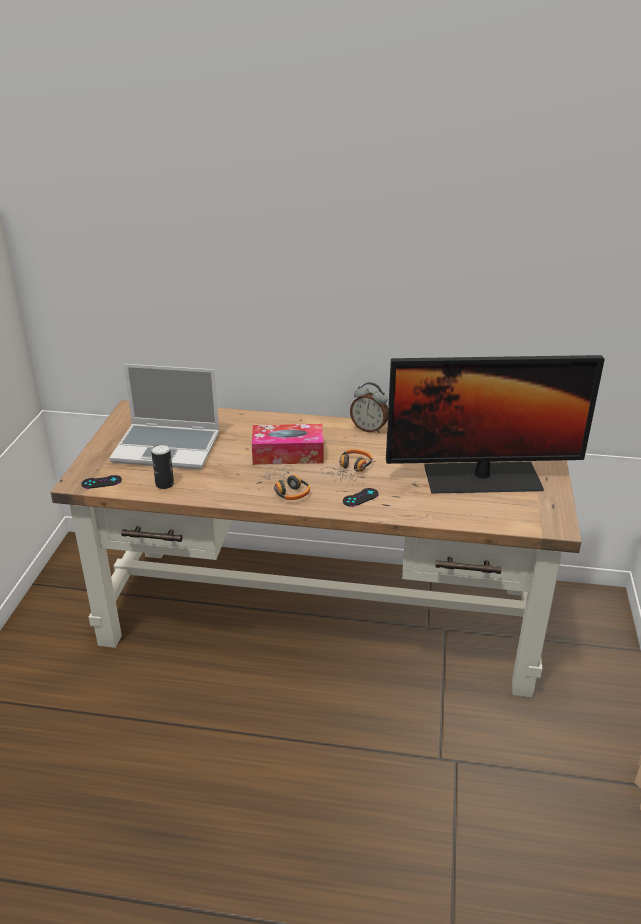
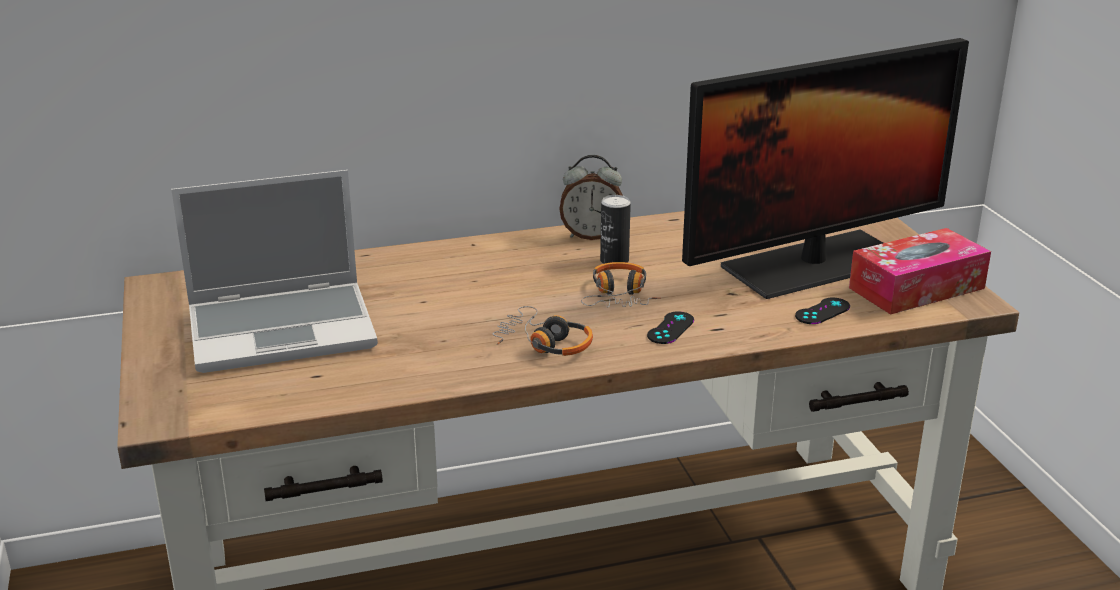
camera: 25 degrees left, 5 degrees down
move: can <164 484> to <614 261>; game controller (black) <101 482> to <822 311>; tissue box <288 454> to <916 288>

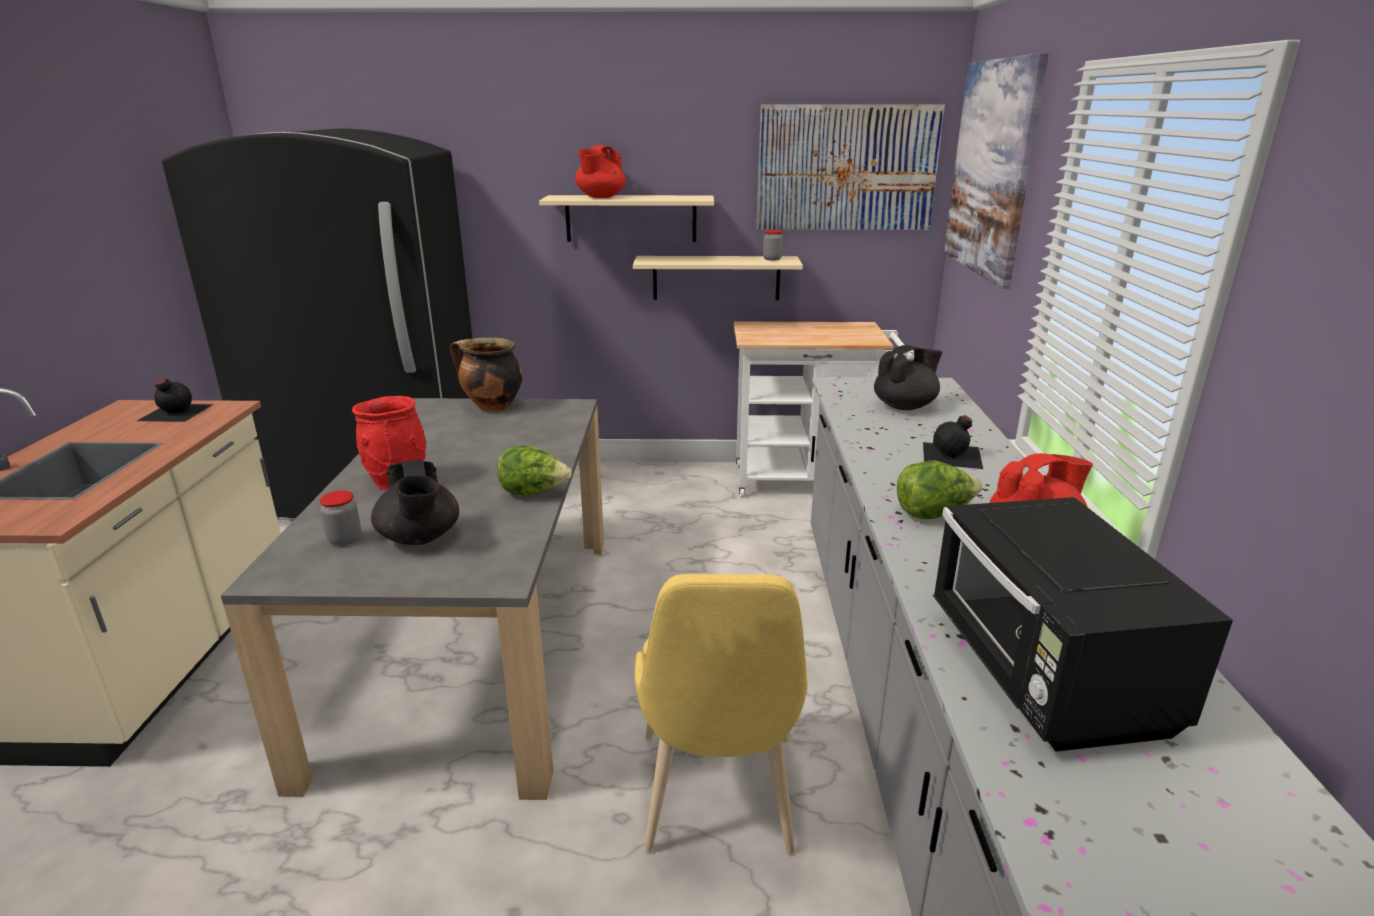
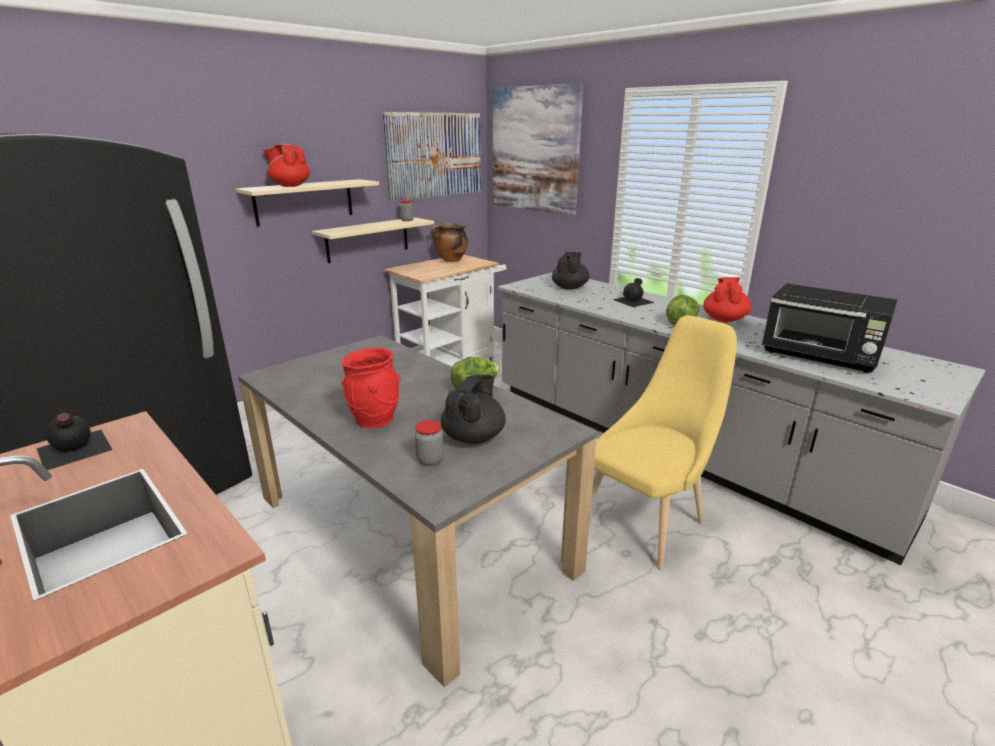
camera: 45 degrees left, 0 degrees up
move: cooking pot <491 407> to <451 260>
rotate: teapot (red) <600 197> = <290 186> 135 degrees clockwise; teapot (black) <420 538> = <474 437> 90 degrees counterclockwise; chair (yellow) <717 803> = <648 520> 90 degrees counterclockwise

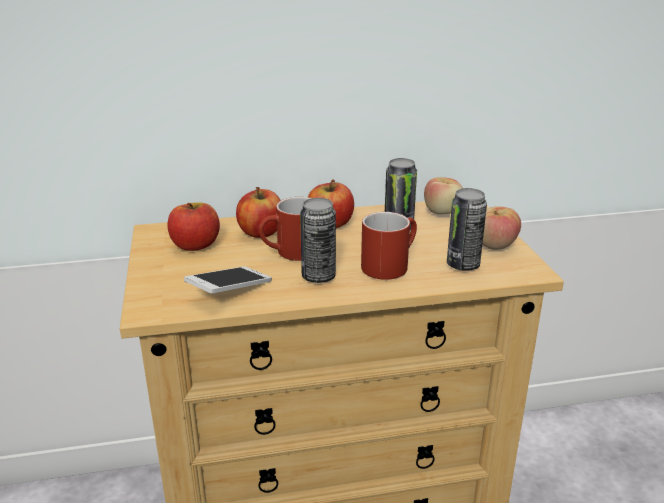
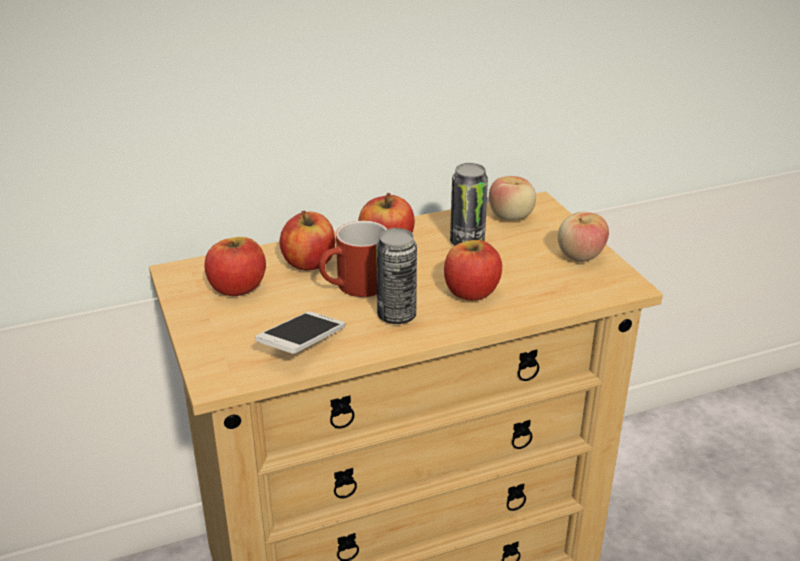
camera: 10 degrees left, 5 degrees up
delete: can <463 265>
replace: mug (red) <389 264> to apple <471 292>

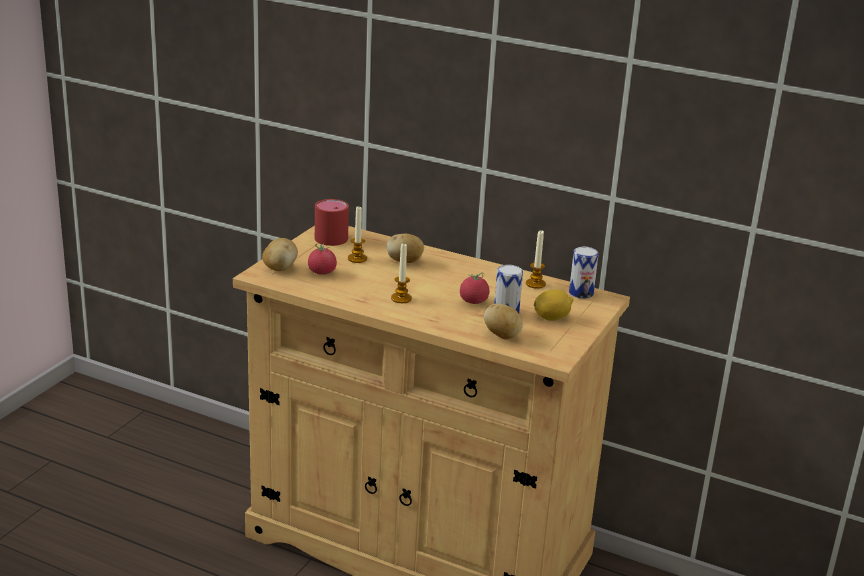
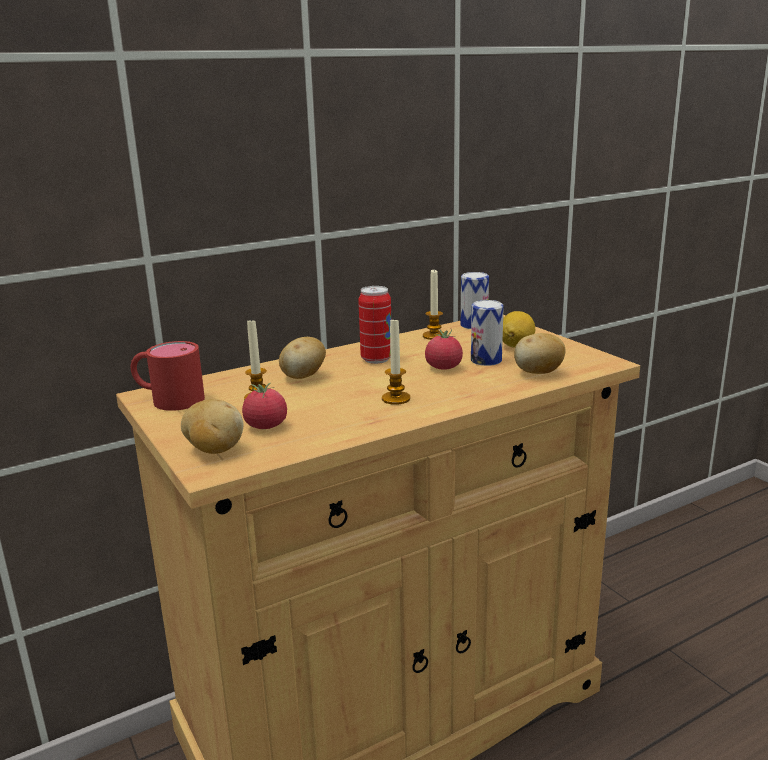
camera: 55 degrees left, 5 degrees down
insert: can <376 359>

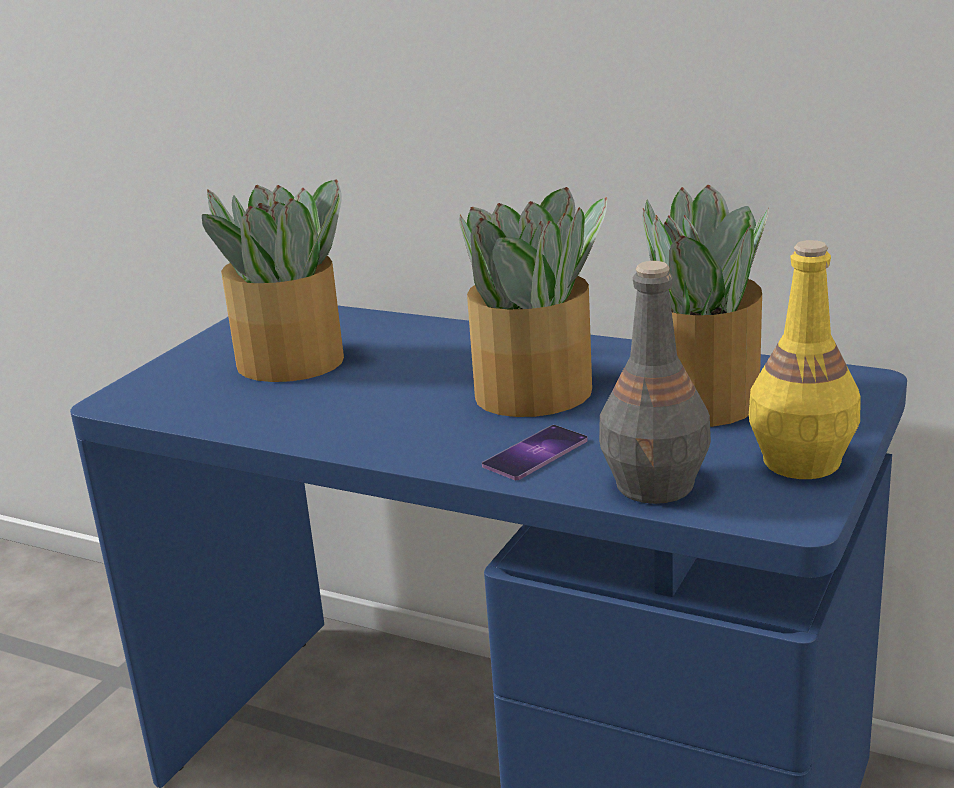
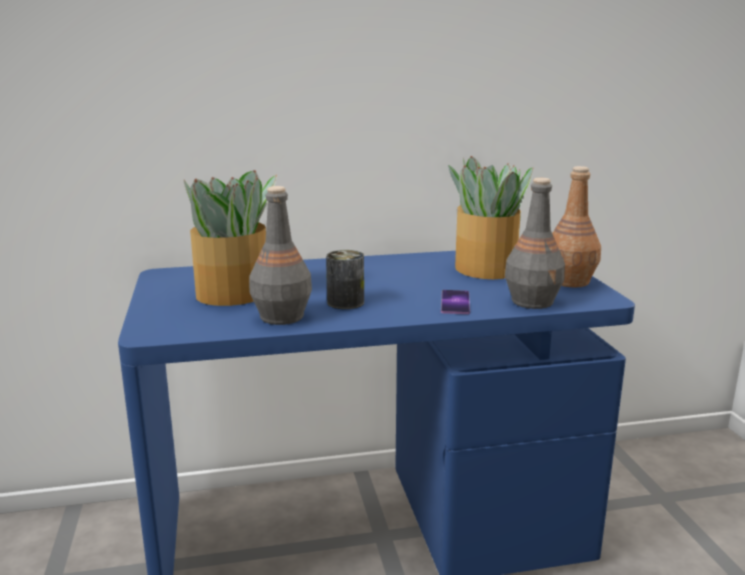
camera: 40 degrees left, 5 degrees down
delete: potted plant <536 393>
insert: bottle (grey) <281 316>; can <345 302>
recolor: bottle (yellow) <800 462> to bottle (brown) <569 281>

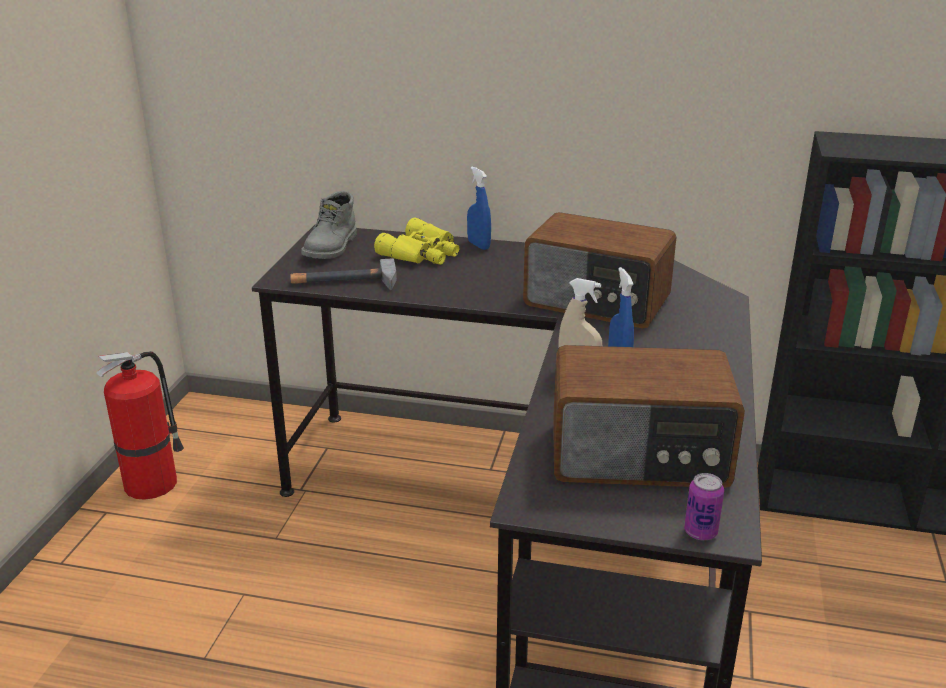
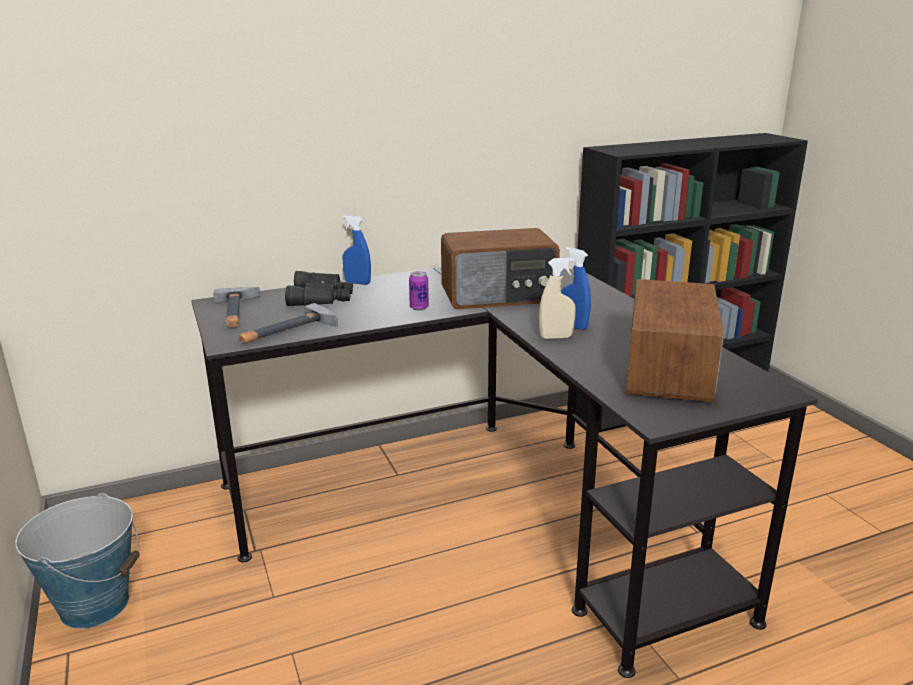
camera: 35 degrees left, 5 degrees down
move: can <700 532> to <419 307>
replace: fire extinguisher <153 482> to bucket <95 604>; boot (grey) <332 247> to hammer <236 311>
recolor: binoculars (yellow) <423 253> to binoculars (black) <322 297>
rotate: radio <639 457> = <670 370> 45 degrees counterclockwise

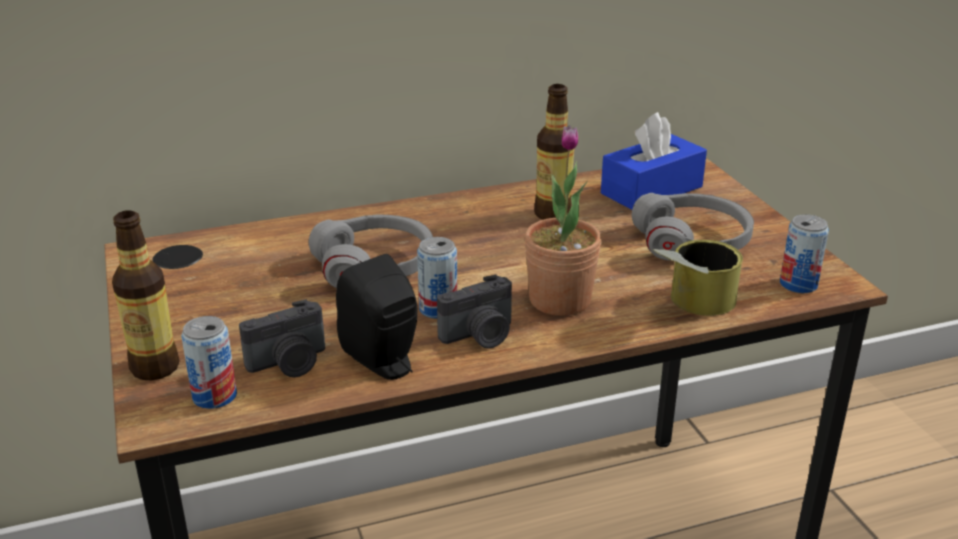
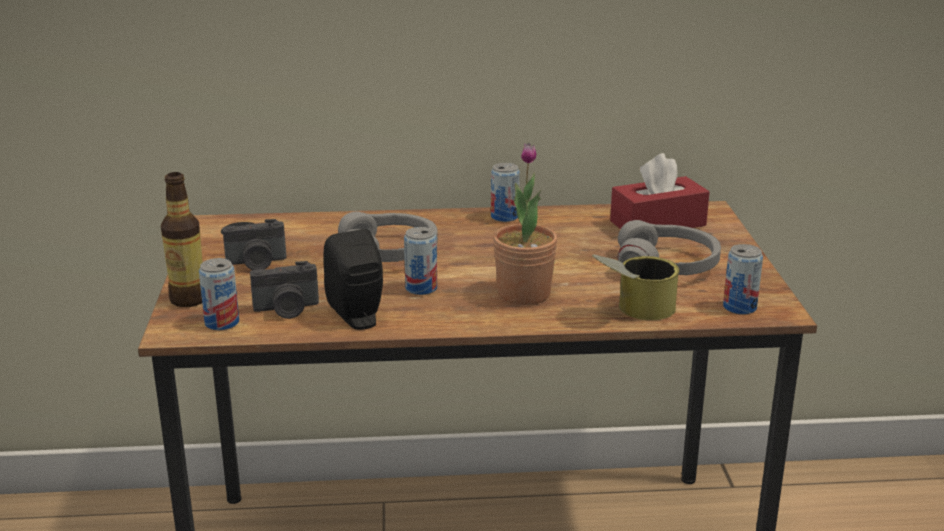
camera: 15 degrees right, 5 degrees down
delete: bottle <552 214>
insert: can <504 217>
move: photo camera <480 336> to <256 263>
recolor: tissue box (blue) <651 190> to tissue box (red) <658 223>

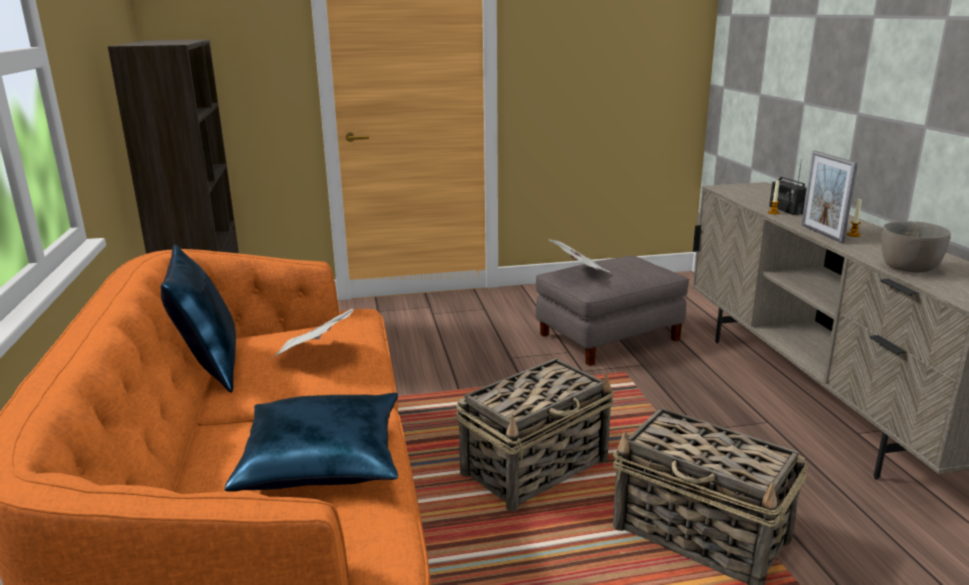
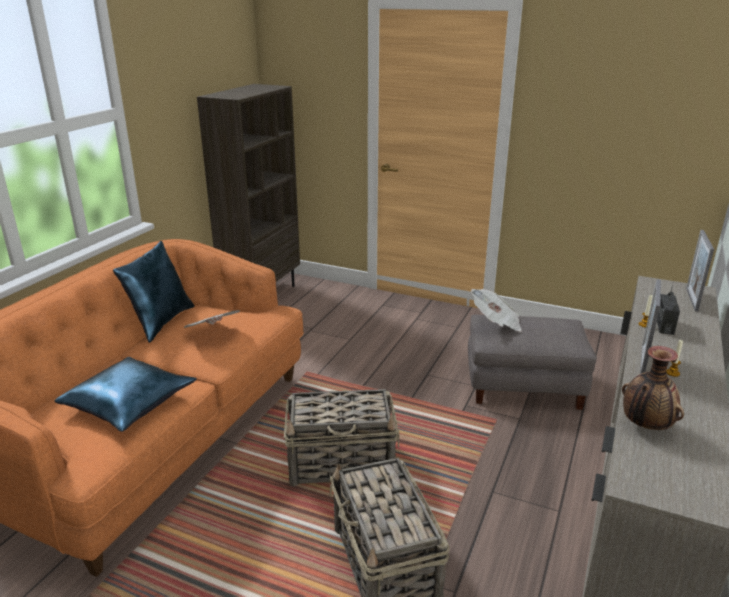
camera: 35 degrees right, 5 degrees up
insert: picture frame <691 299>
replace: bowl (grey) <907 268> to vase <645 425>

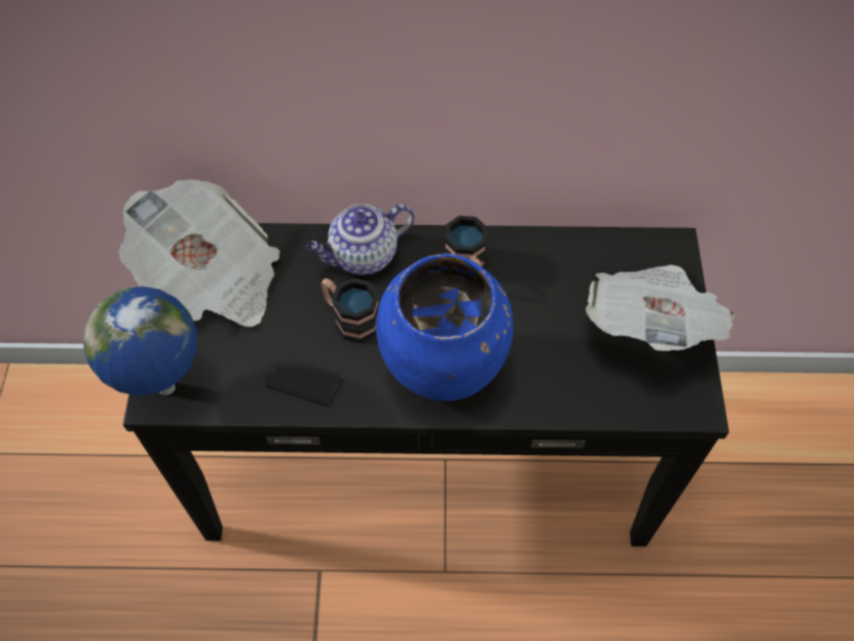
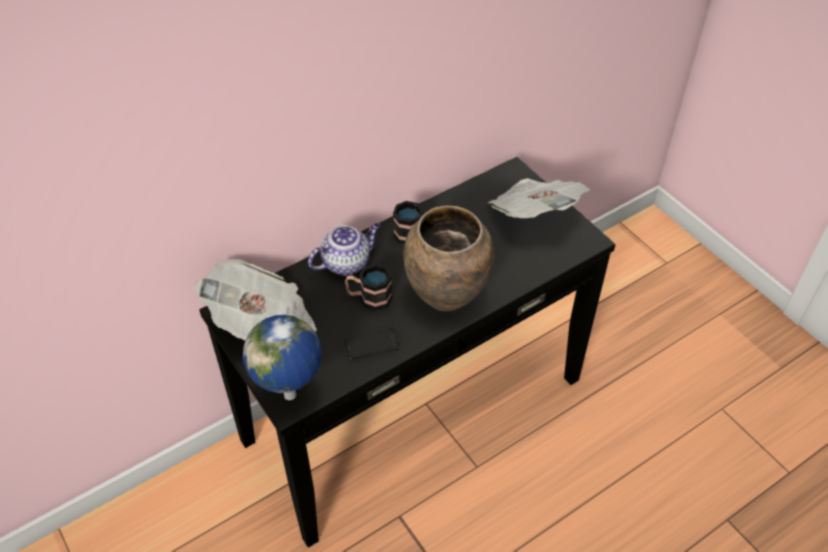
camera: 35 degrees left, 10 degrees down
recolor: vase (blue) <444 370> to vase (brown) <446 295>
rotate: teapot <362 256> = <346 262> 150 degrees counterclockwise

